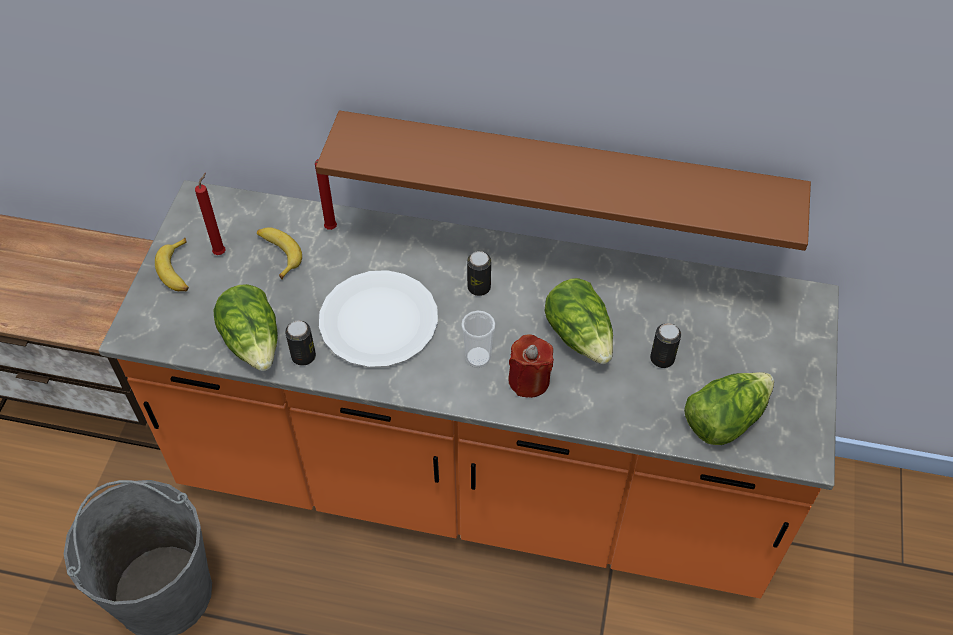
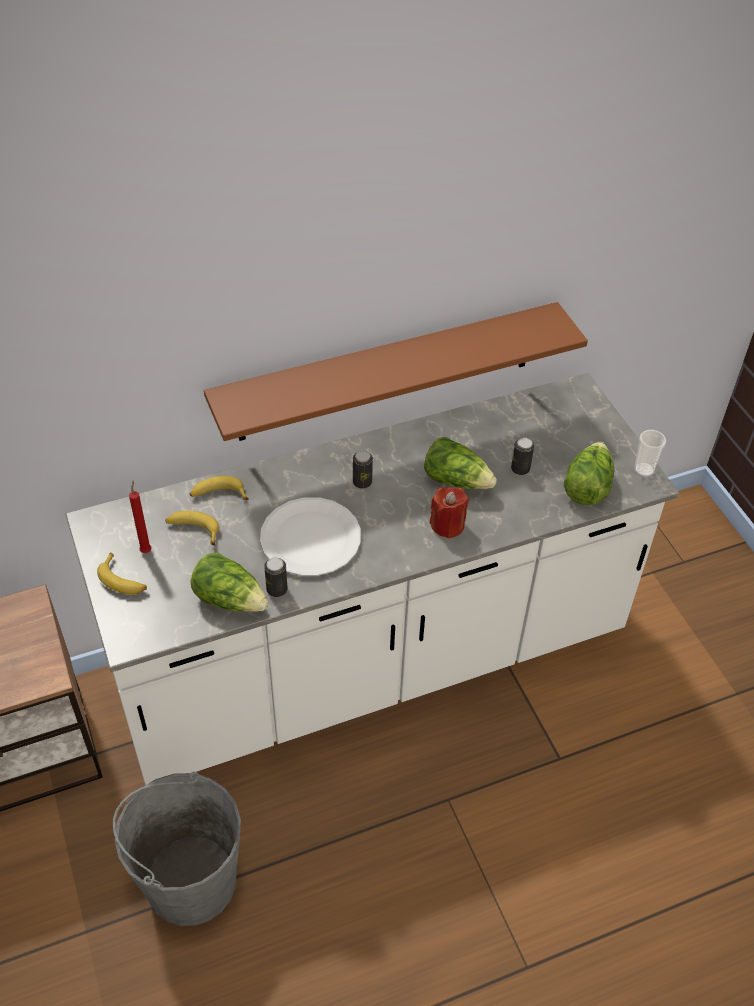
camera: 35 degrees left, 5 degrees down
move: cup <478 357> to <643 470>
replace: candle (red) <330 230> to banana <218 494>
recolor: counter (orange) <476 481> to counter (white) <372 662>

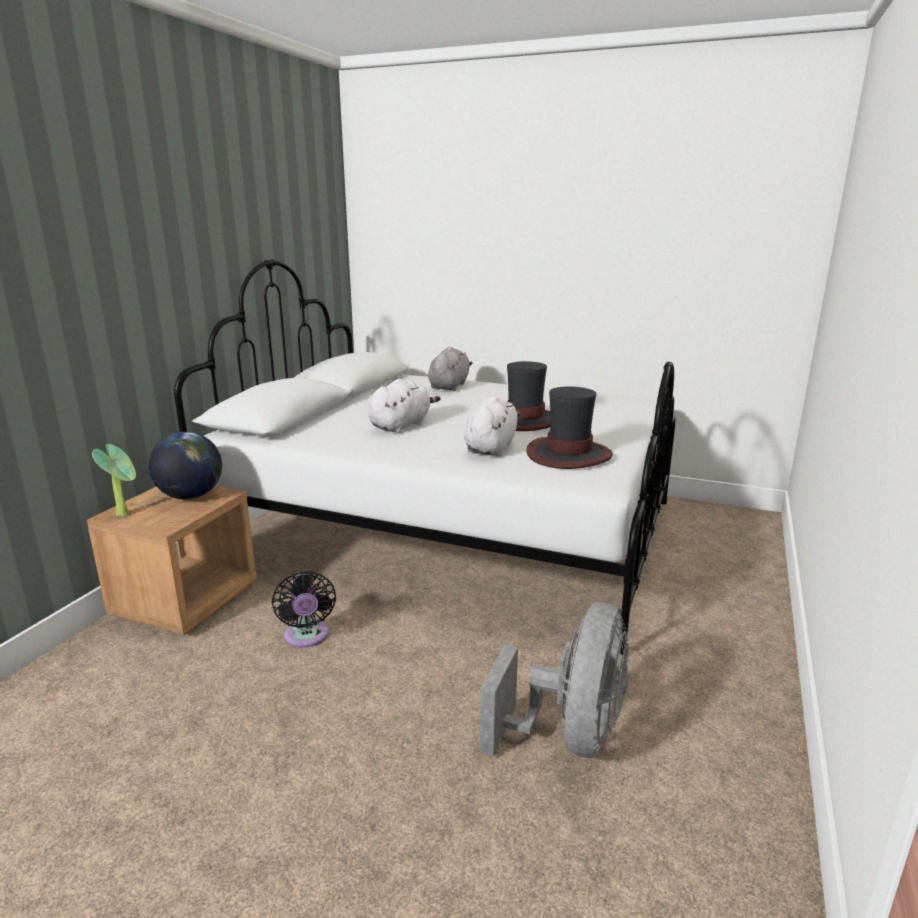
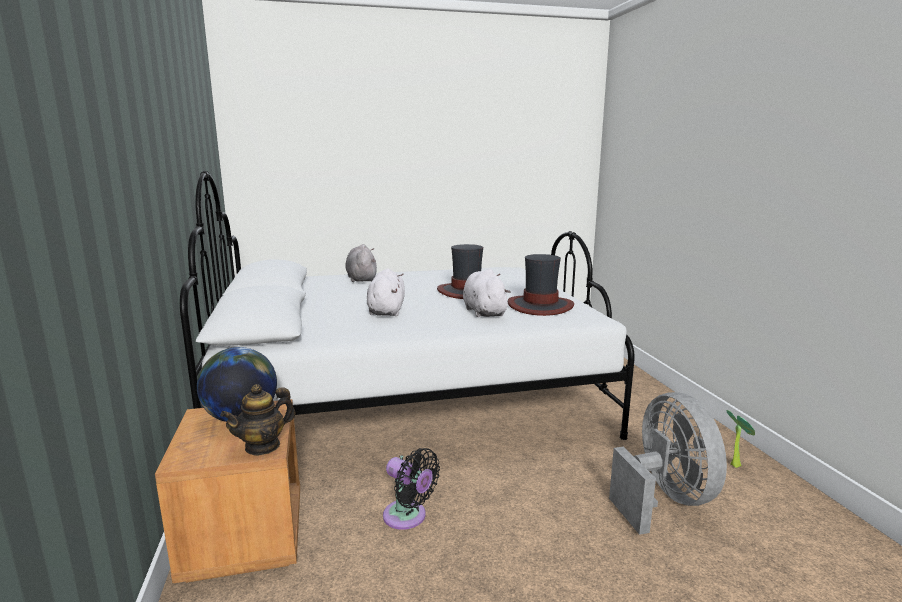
camera: 35 degrees left, 5 degrees down
insert: teapot <263 446>
move: potted plant <125 514> to <735 464>

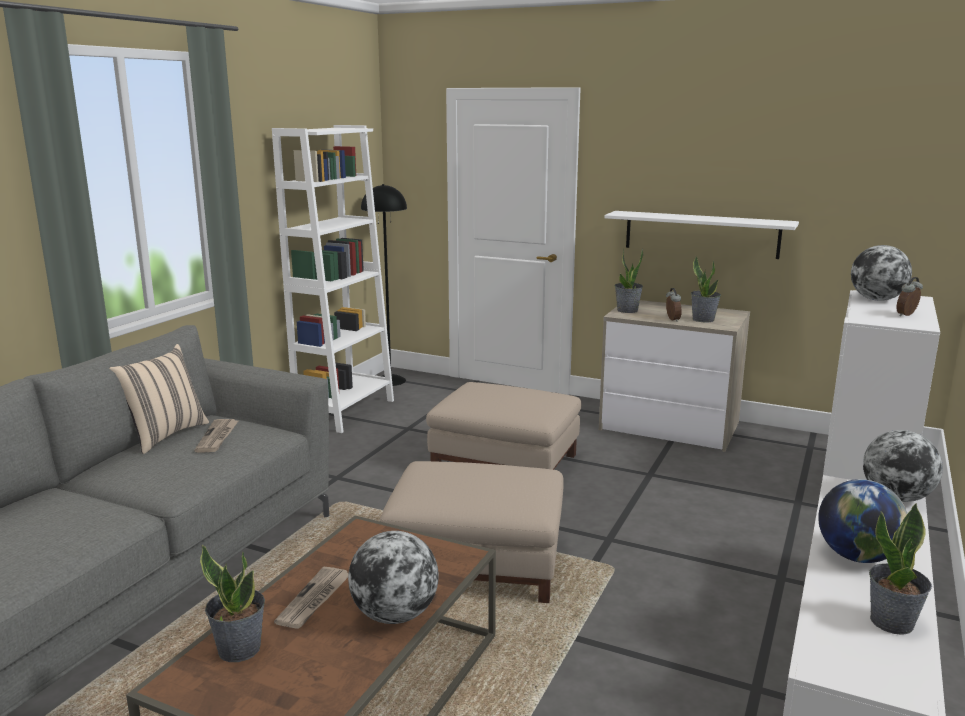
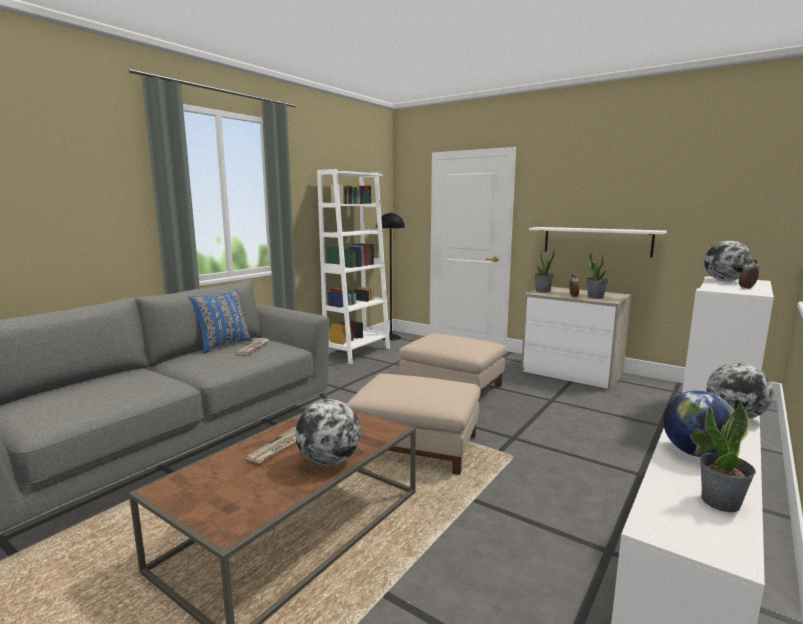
camera: 10 degrees right, 5 degrees down
delete: potted plant <239 648>
recolor: pillow (beige) <165 435> to pillow (blue) <222 345>

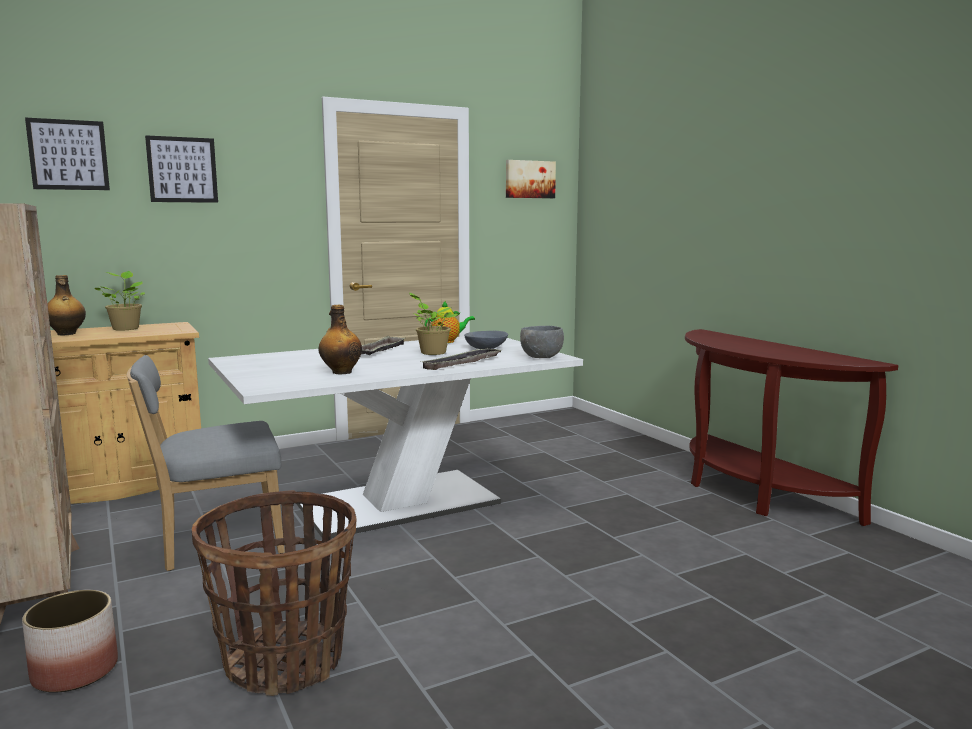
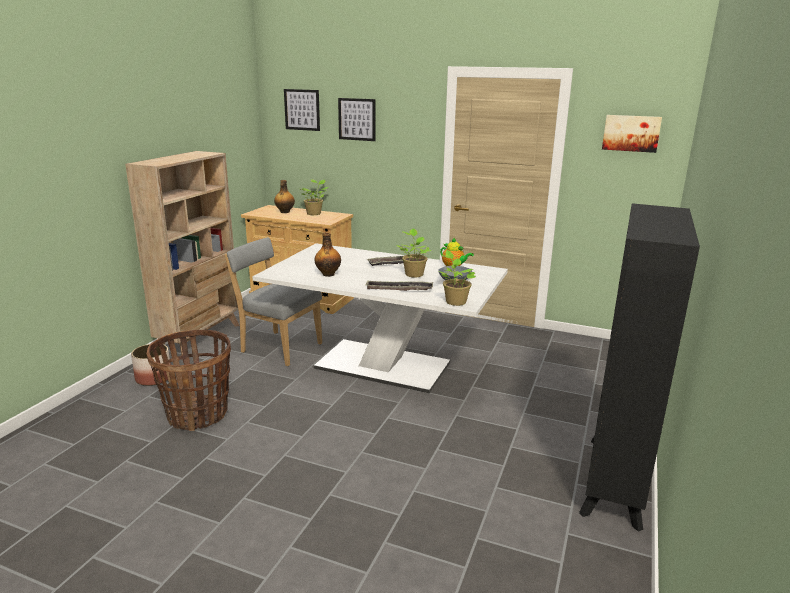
camera: 50 degrees right, 10 degrees up
replace: bowl (grey) <542 358> to potted plant <455 301>; console table (brown) <752 492> to bookcase (black) <613 481>

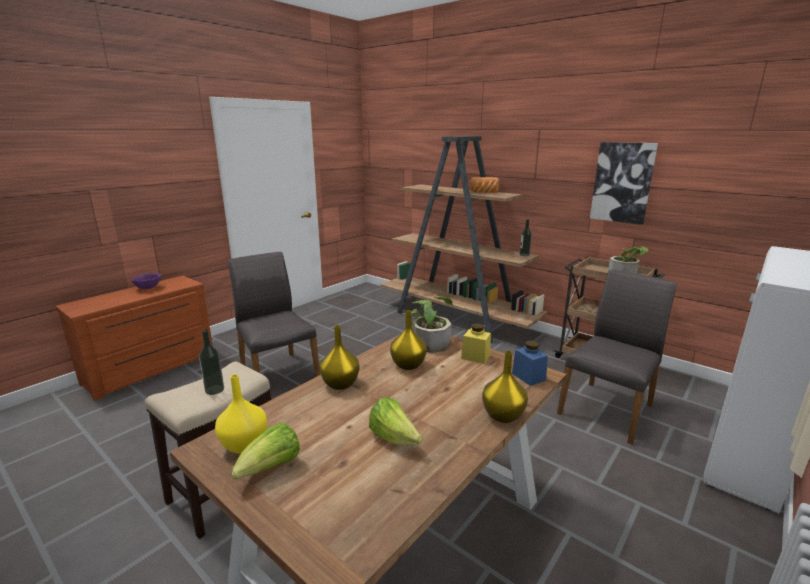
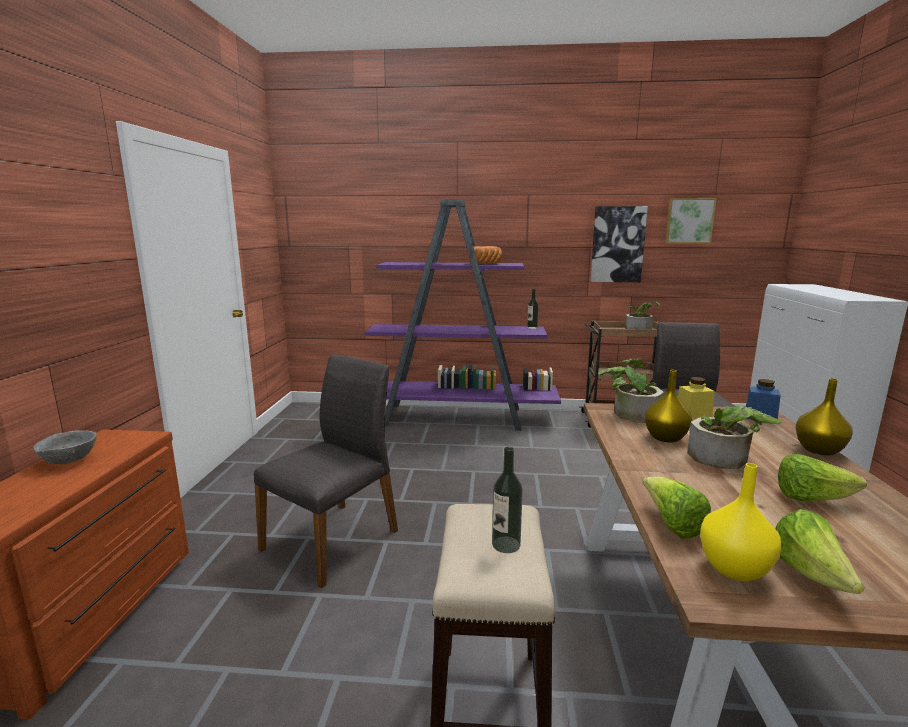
camera: 35 degrees left, 5 degrees down
delete: vase (yellow) <339 384>
insert: lettuce <672 524>; picture <689 221>; potted plant <725 459>
recolor: bowl (purple) <148 288> to bowl (grey) <70 461>; bookcase (brown) <456 319> to bookcase (purple) <456 417>
rotate: chair (grey) <277 373> = <333 539> 105 degrees clockwise

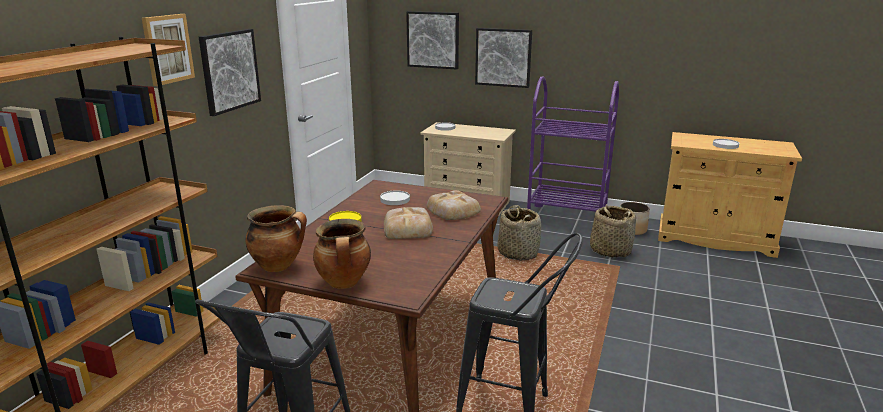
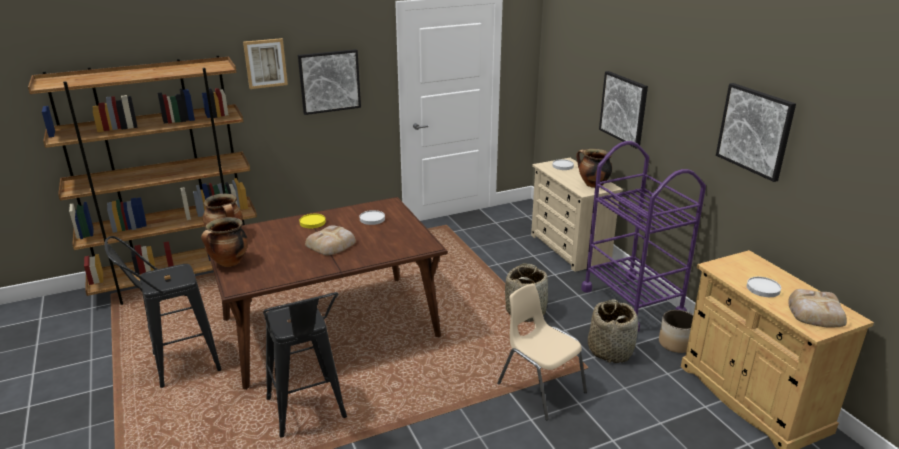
camera: 45 degrees right, 5 degrees up
insert: chair (beige) <540 388>; cooking pot <592 184>
move: picture <433 40> to <755 131>; bread <453 210> to <815 313>

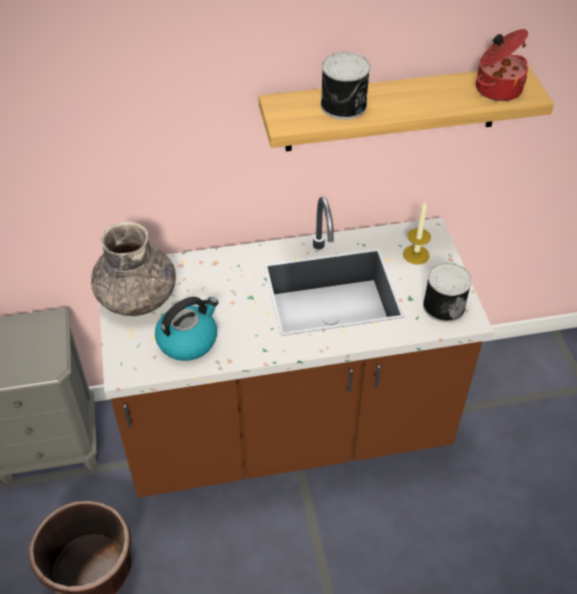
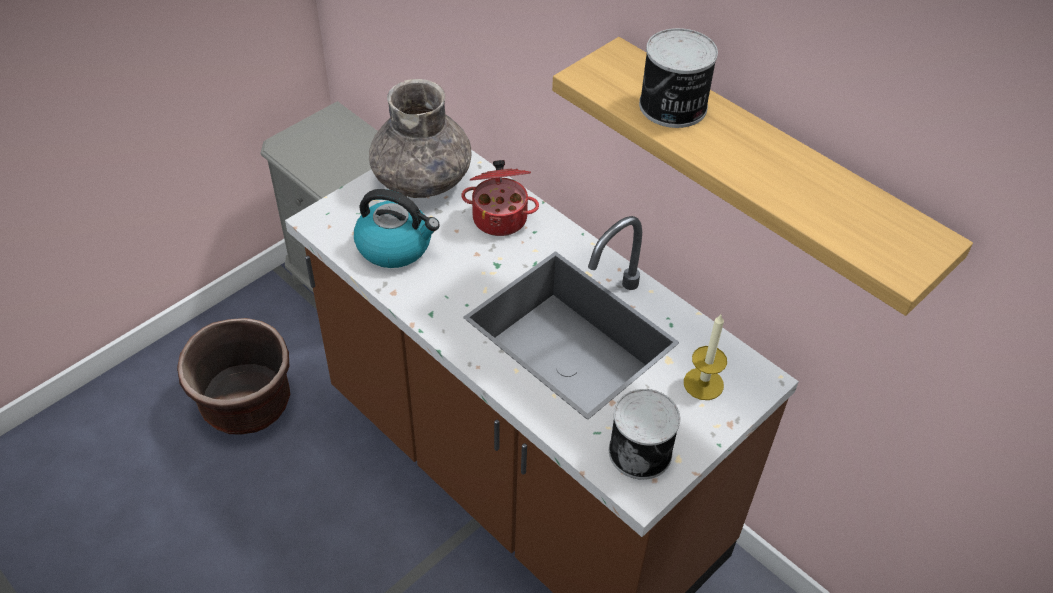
camera: 55 degrees right, 0 degrees up
move: cooking pot <497 88> to <500 217>

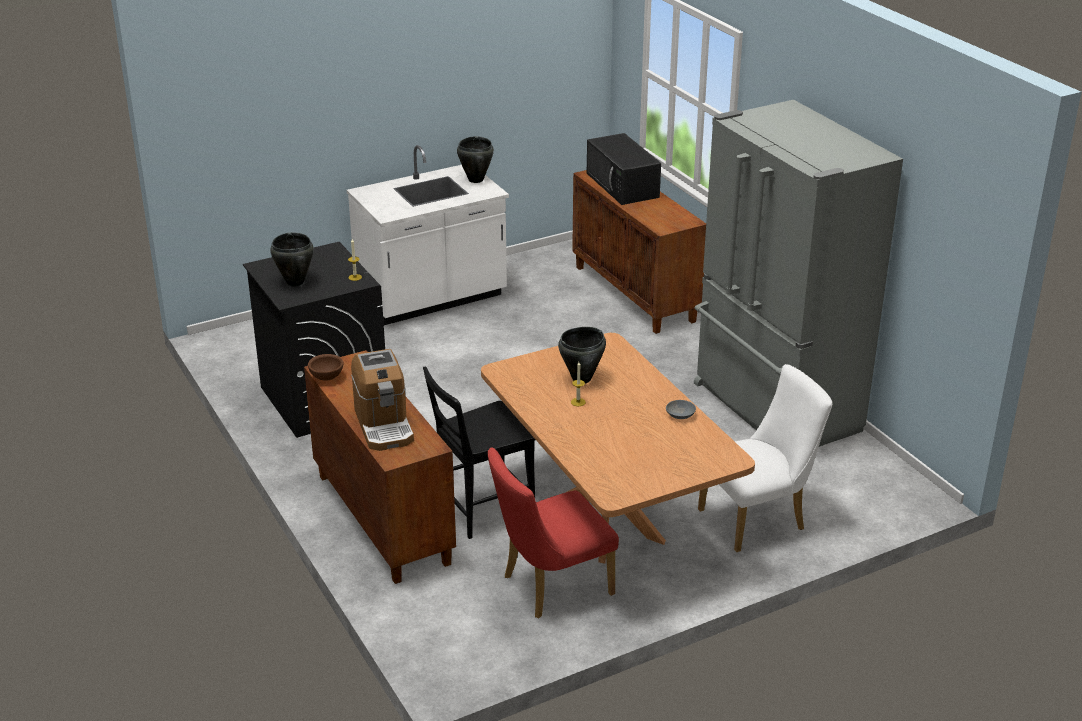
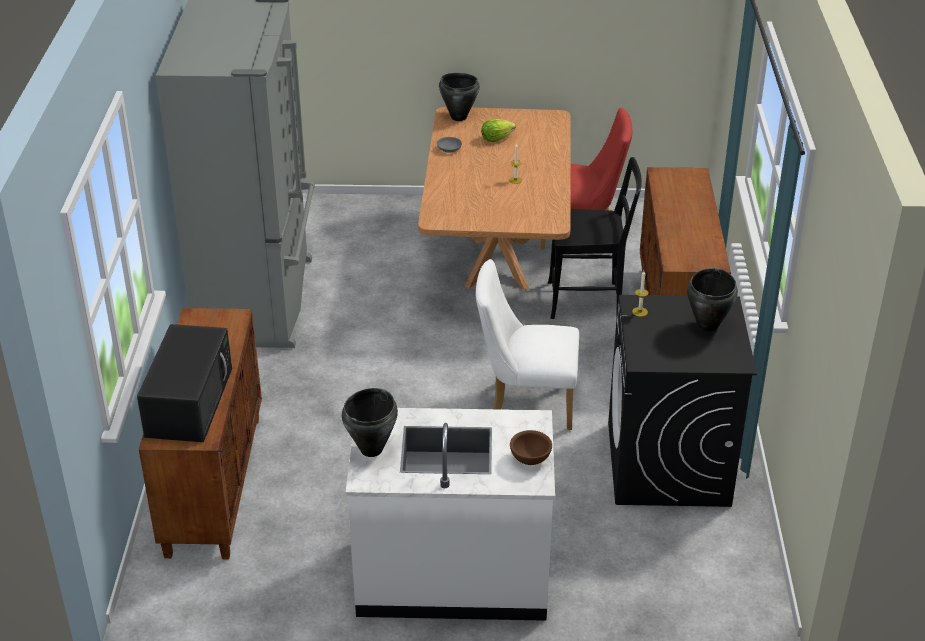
camera: 150 degrees left, 5 degrees up
delete: coffee machine <384 425>
insert: lettuce <496 139>
move: cooking pot (black) <582 379> to <458 117>; chair (white) <758 519> to <525 403>; bowl (brown) <327 377> to <529 459>

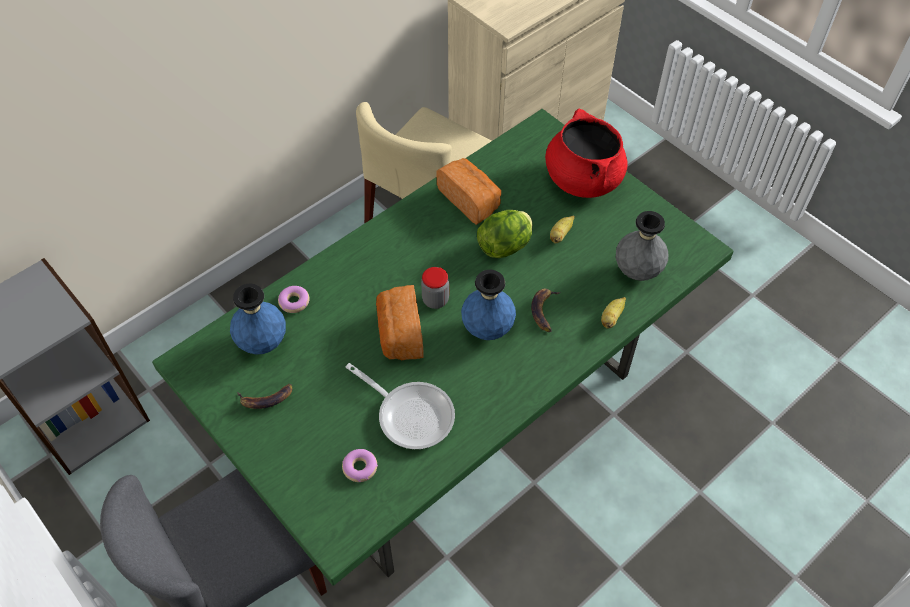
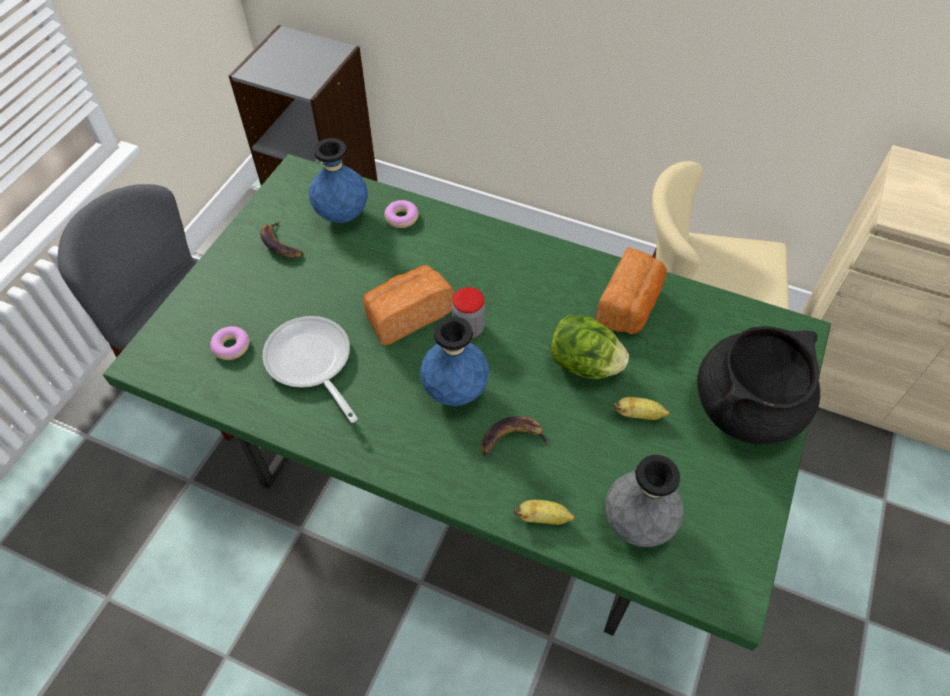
camera: 65 degrees right, 0 degrees up
recolor: cooking pot (red) <582 179> to cooking pot (black) <746 407>
rotate: frying pan <411 414> = <311 363> 135 degrees clockwise

